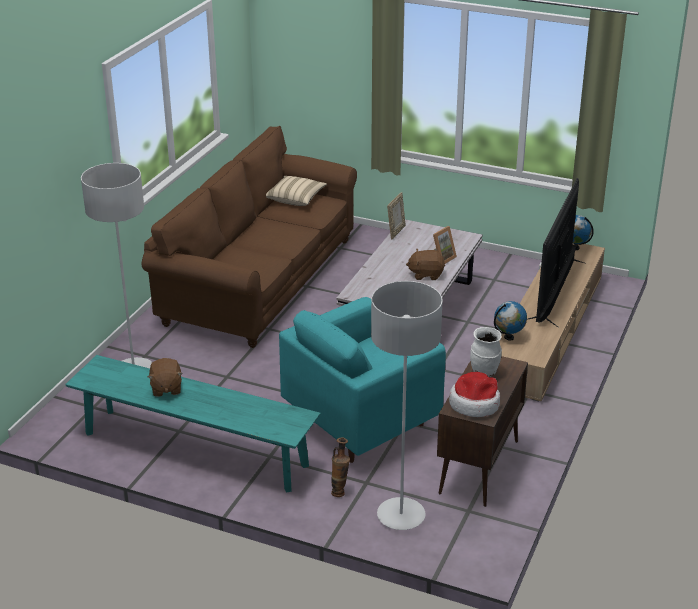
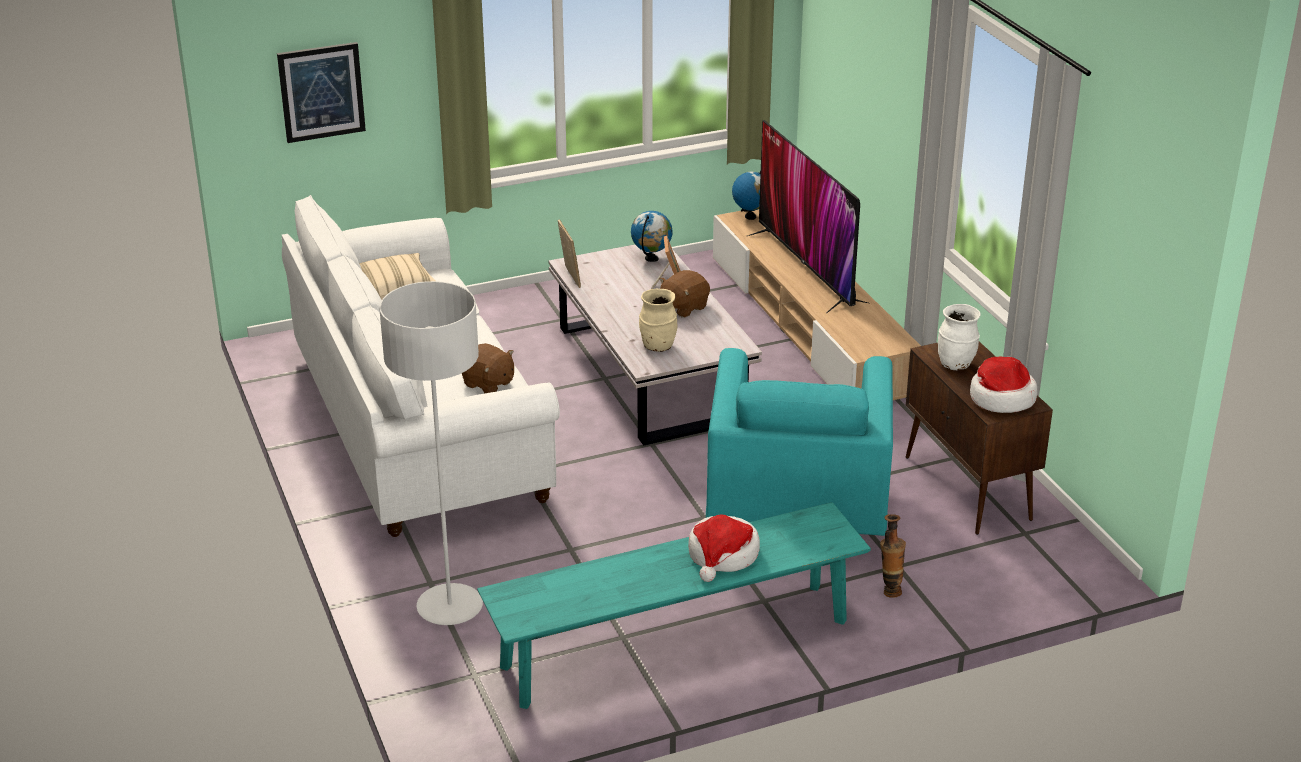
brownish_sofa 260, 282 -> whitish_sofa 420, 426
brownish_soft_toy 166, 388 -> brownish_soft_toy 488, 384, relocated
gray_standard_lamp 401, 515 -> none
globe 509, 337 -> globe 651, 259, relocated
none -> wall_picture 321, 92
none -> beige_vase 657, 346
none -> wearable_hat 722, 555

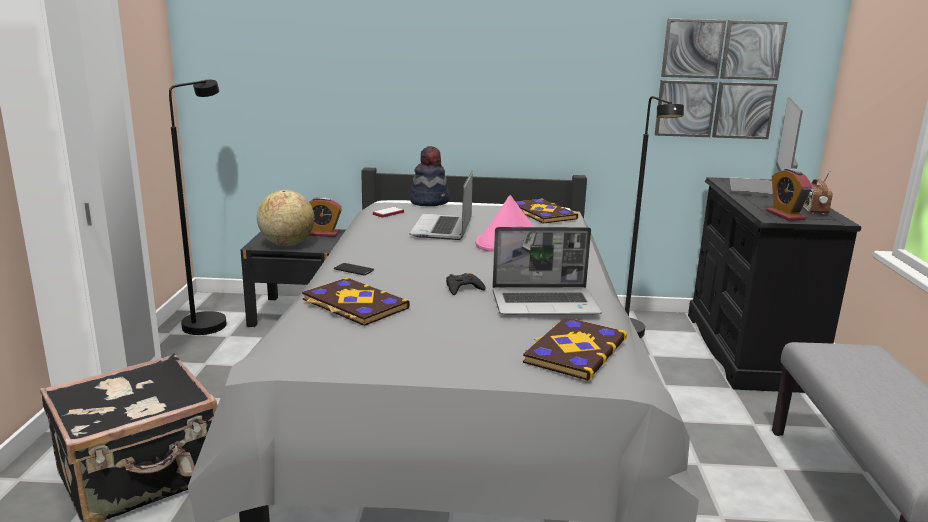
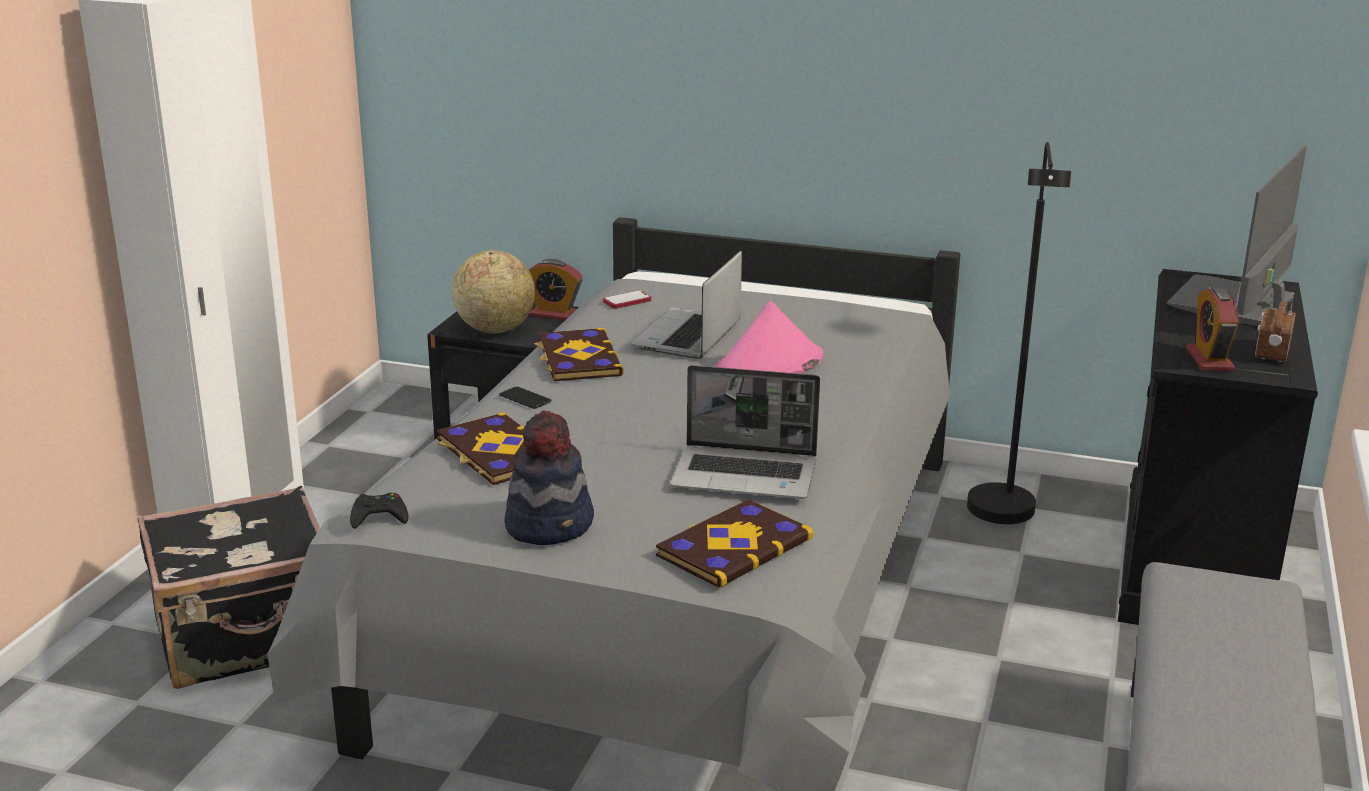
blackish_standard_lamp 209, 321 -> none
wearable_hat 430, 201 -> wearable_hat 550, 525, relocated
blackish_joypad 463, 288 -> blackish_joypad 379, 517, relocated
volume 541, 213 -> volume 578, 358, relocated
wall_picture 718, 79 -> none

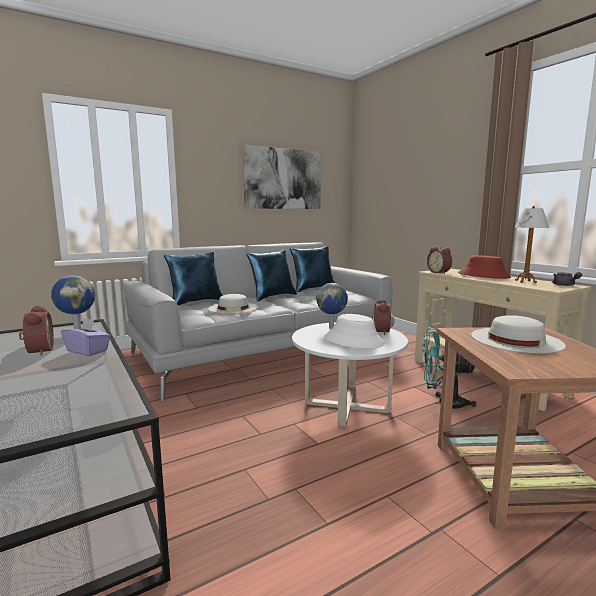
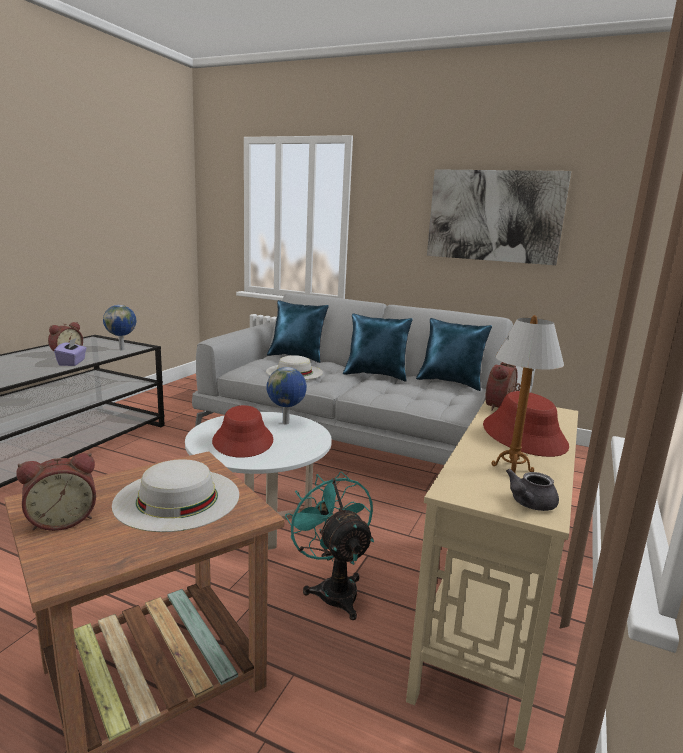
whitish_wearable_hat 354, 341 -> red_wearable_hat 243, 441
table_clock 379, 331 -> table_clock 62, 520, relocated

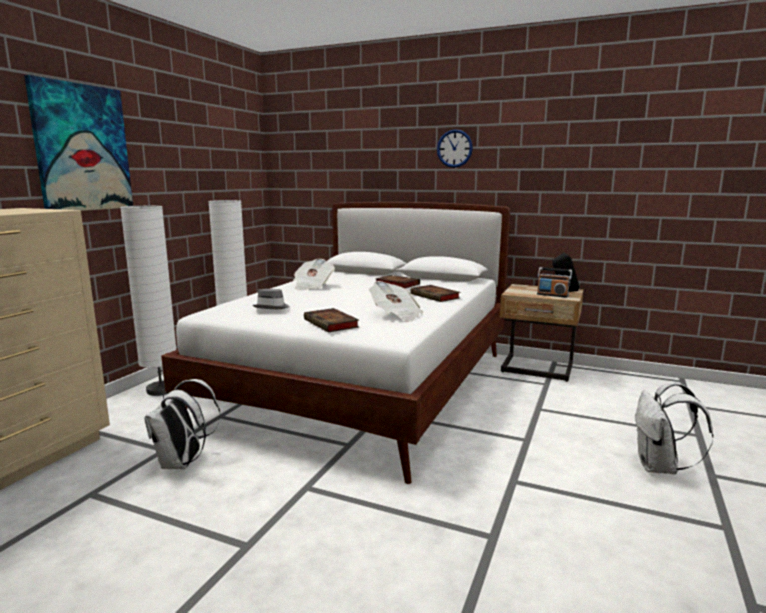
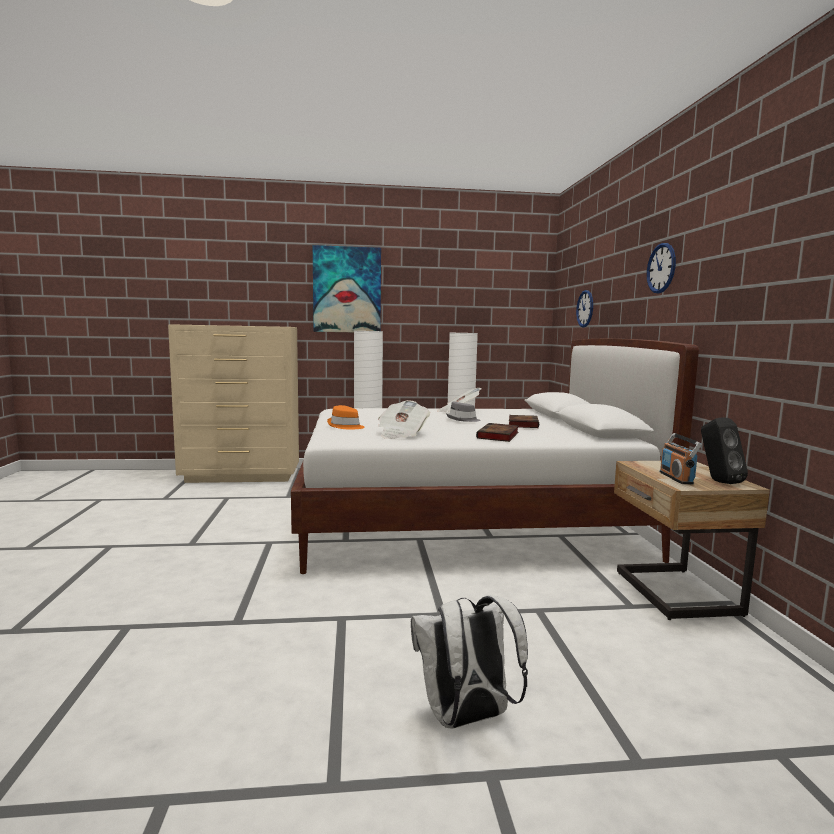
whitish_rucksack 183, 463 -> none
gray_wearable_hat 272, 307 -> gray_wearable_hat 463, 420, relocated
volume 332, 324 -> orange-coloured_wearable_hat 345, 426
none -> hanging_clock 585, 308

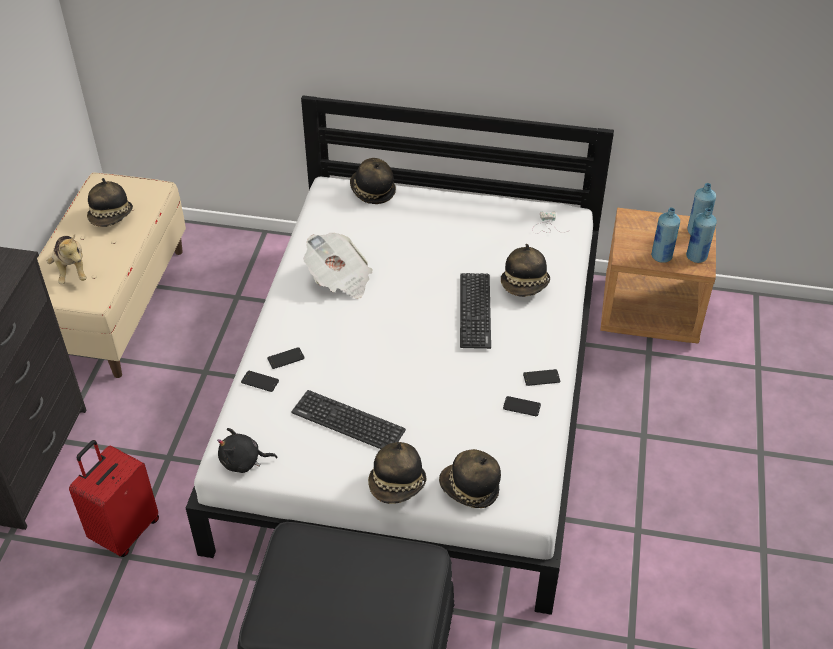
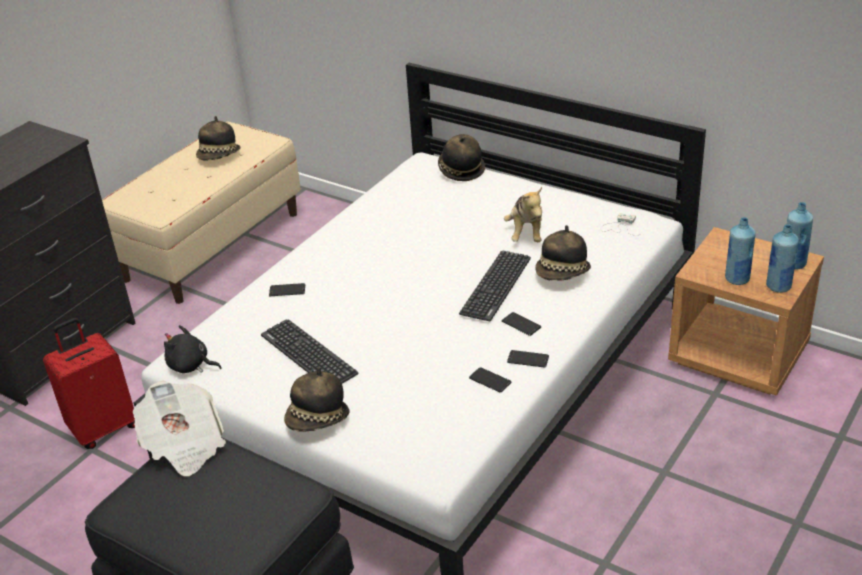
soft_toy 71, 270 -> soft_toy 526, 233, relocated
handset 260, 381 -> handset 521, 324, relocated
printed_paper 339, 279 -> printed_paper 184, 445, relocated
wearable_hat 469, 489 -> none

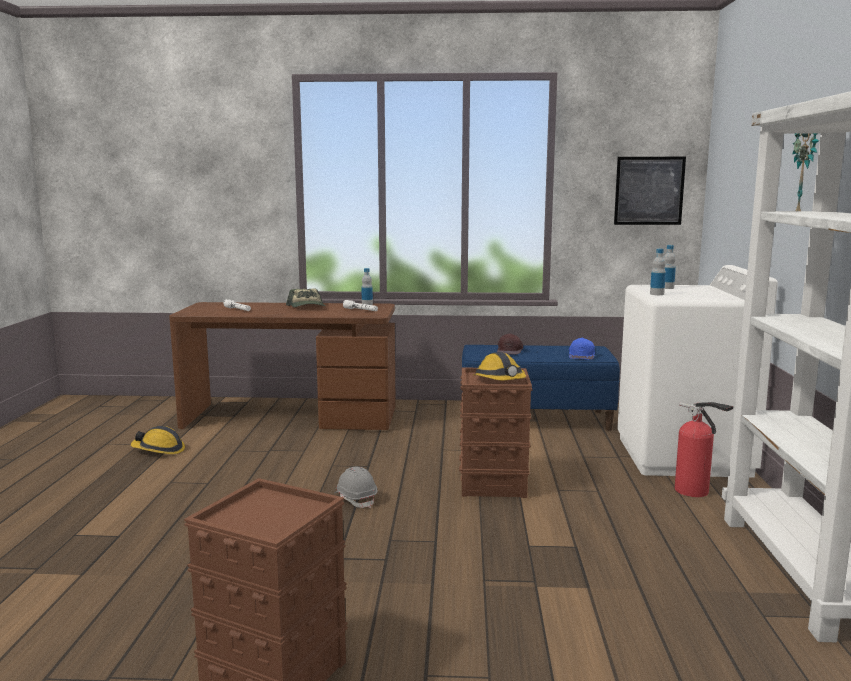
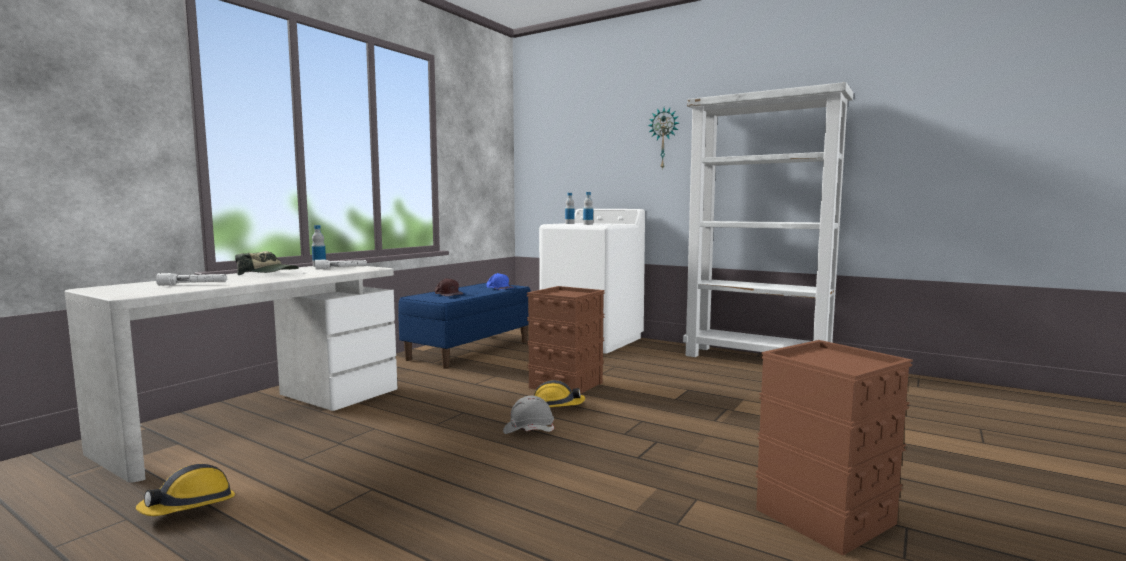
brownish_desk 291, 417 -> whitish_desk 262, 417
work_helmet 500, 381 -> work_helmet 556, 406, relocated
wall_picture 649, 191 -> none
fire-fighting_cylinder 694, 492 -> none

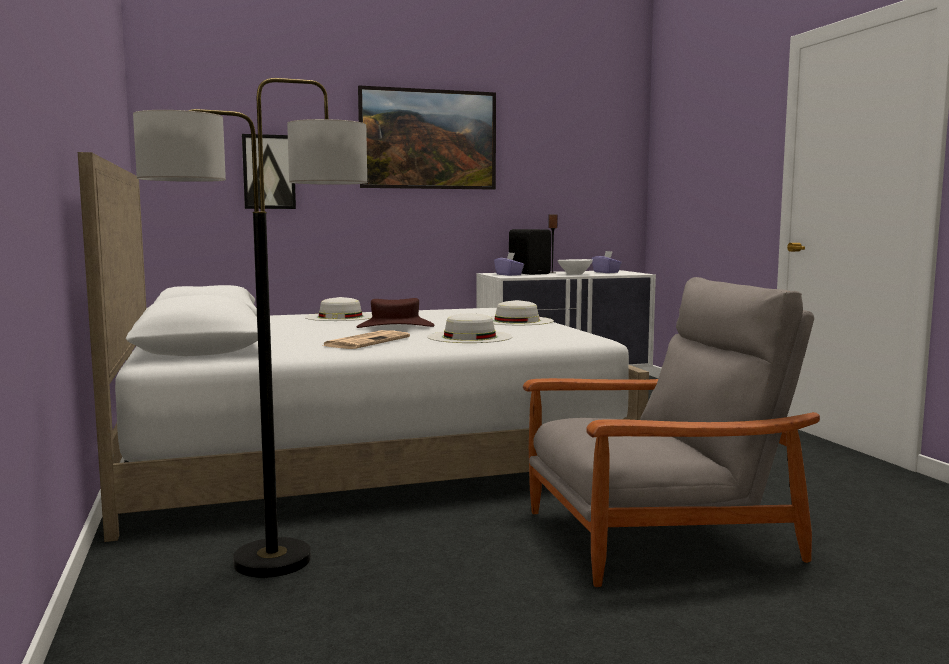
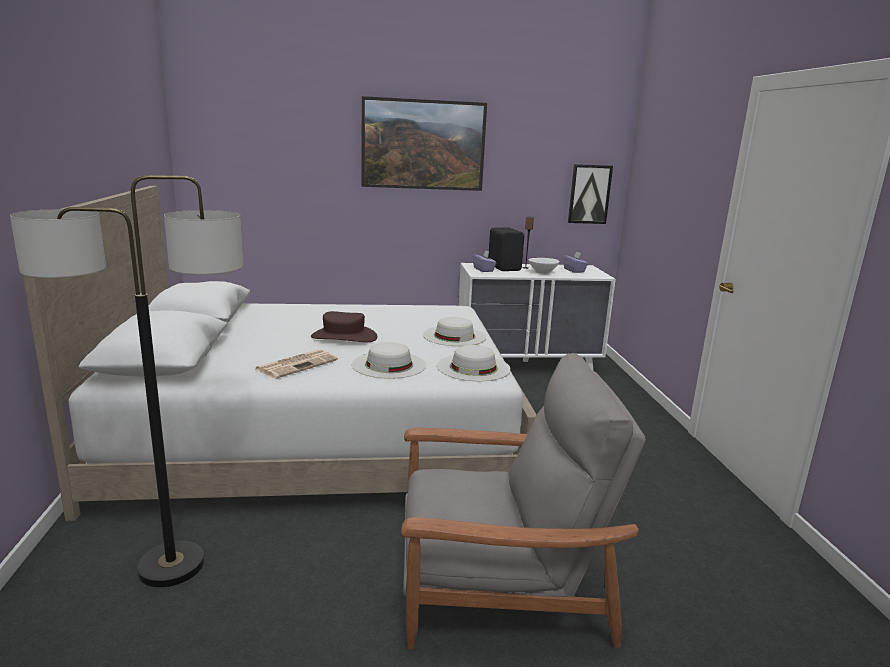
wall_picture 269, 172 -> wall_picture 589, 194, relocated
whitish_wearable_hat 340, 317 -> whitish_wearable_hat 473, 367, relocated

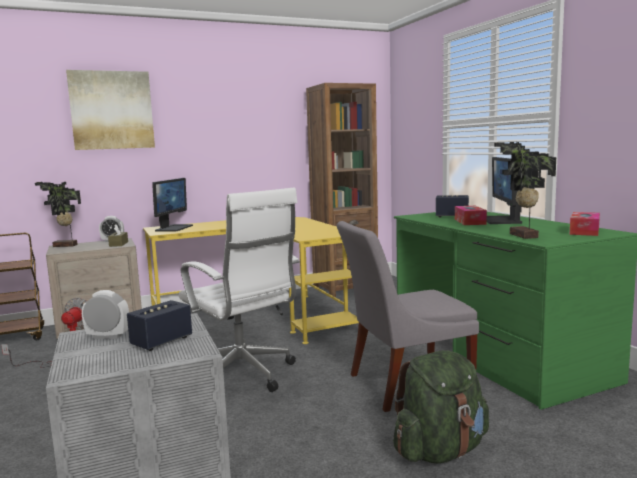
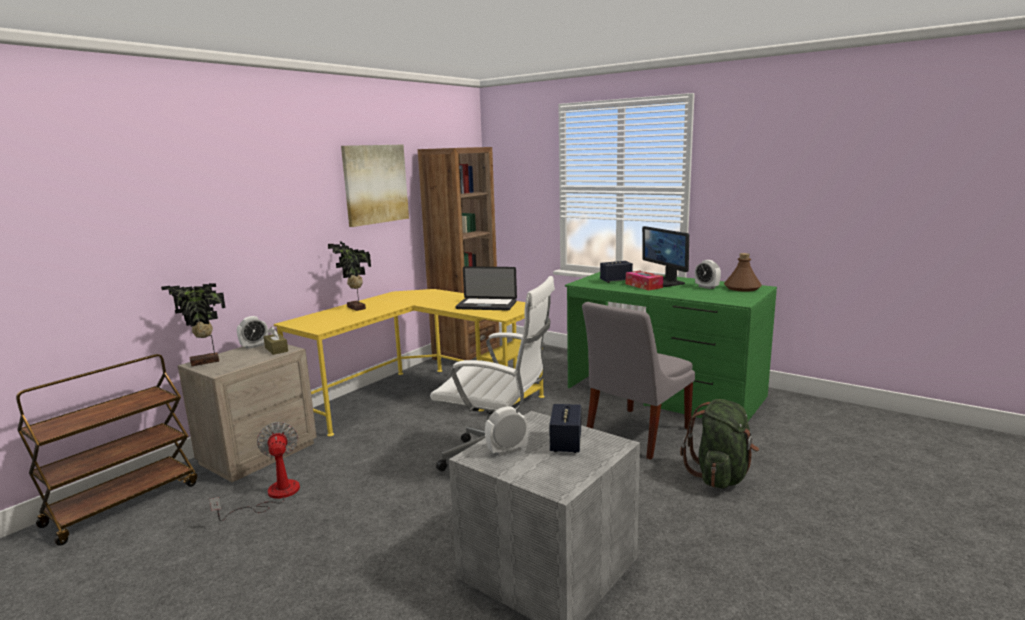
wall_picture 112, 110 -> wall_picture 375, 184, relocated
computer_screen 173, 228 -> none
houseplant 522, 236 -> houseplant 355, 308, relocated
tissue_box 584, 231 -> brownish_beverage_bottle 742, 288
none -> portable_computer 486, 305
none -> table_clock 706, 287

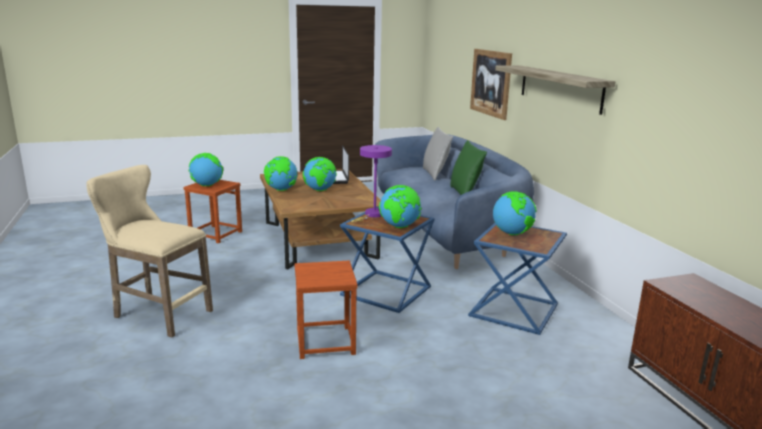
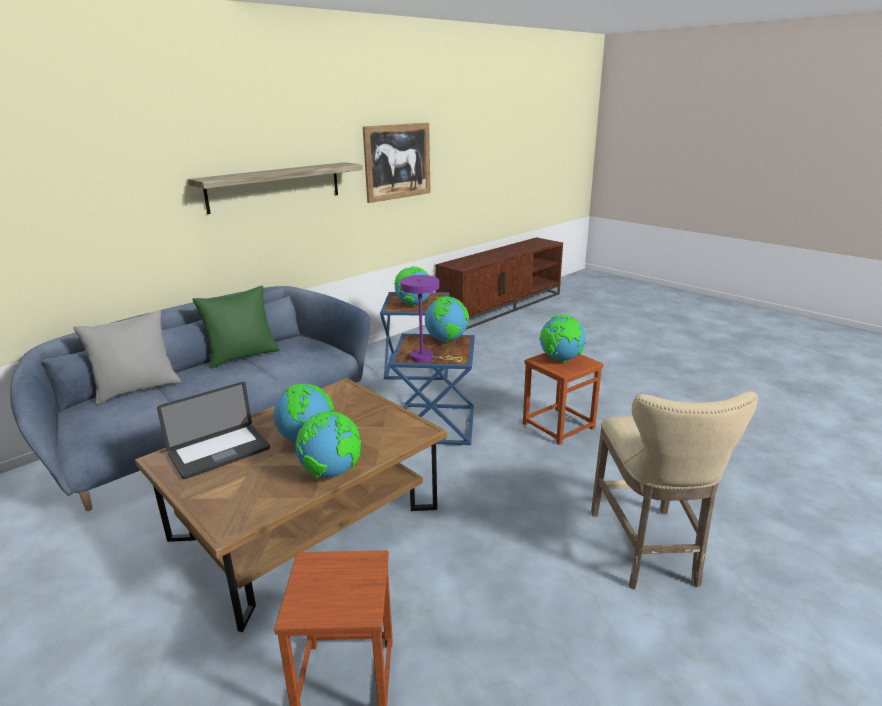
globe 206, 185 -> globe 560, 360, relocated
wall_picture 490, 83 -> wall_picture 397, 161, relocated

